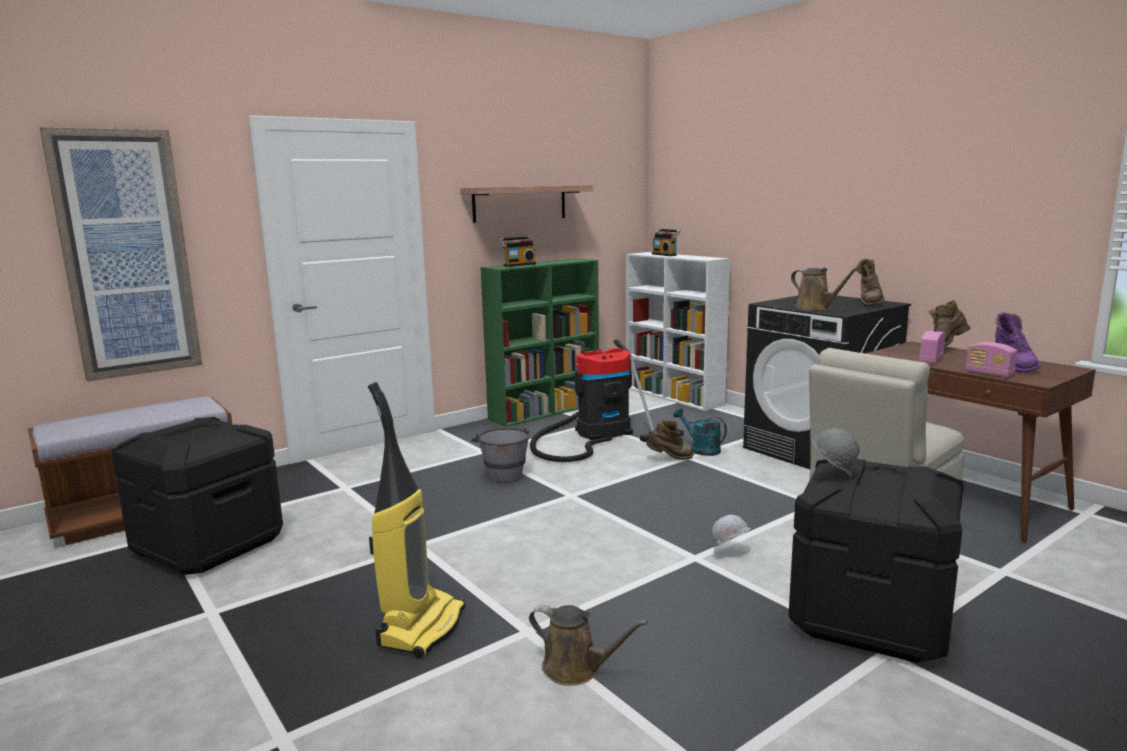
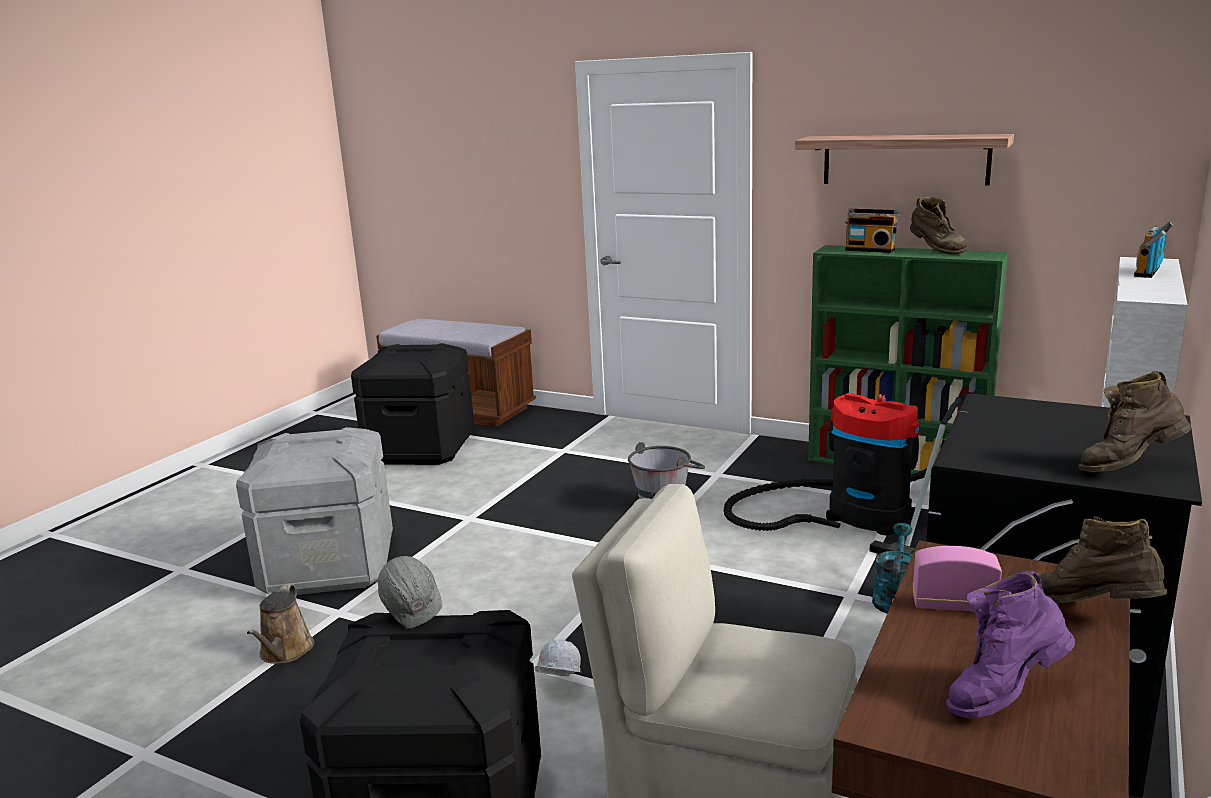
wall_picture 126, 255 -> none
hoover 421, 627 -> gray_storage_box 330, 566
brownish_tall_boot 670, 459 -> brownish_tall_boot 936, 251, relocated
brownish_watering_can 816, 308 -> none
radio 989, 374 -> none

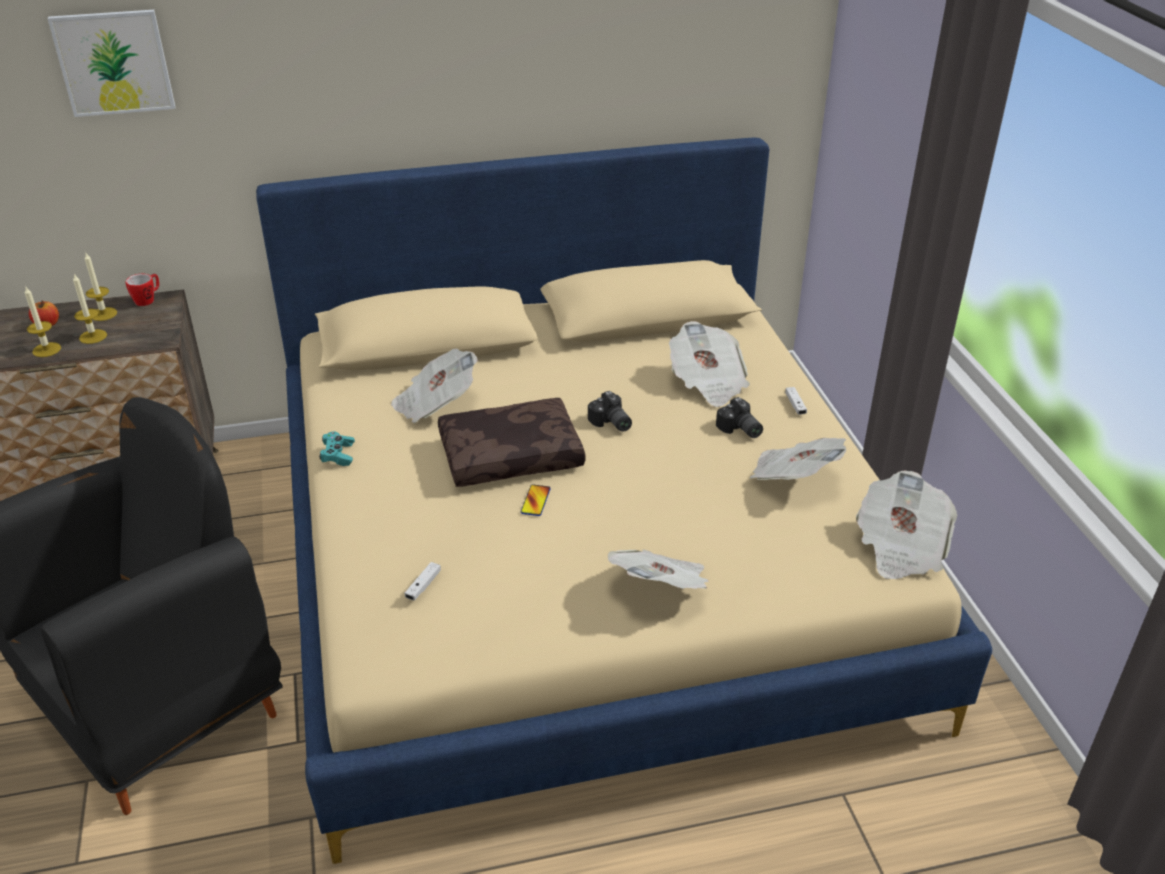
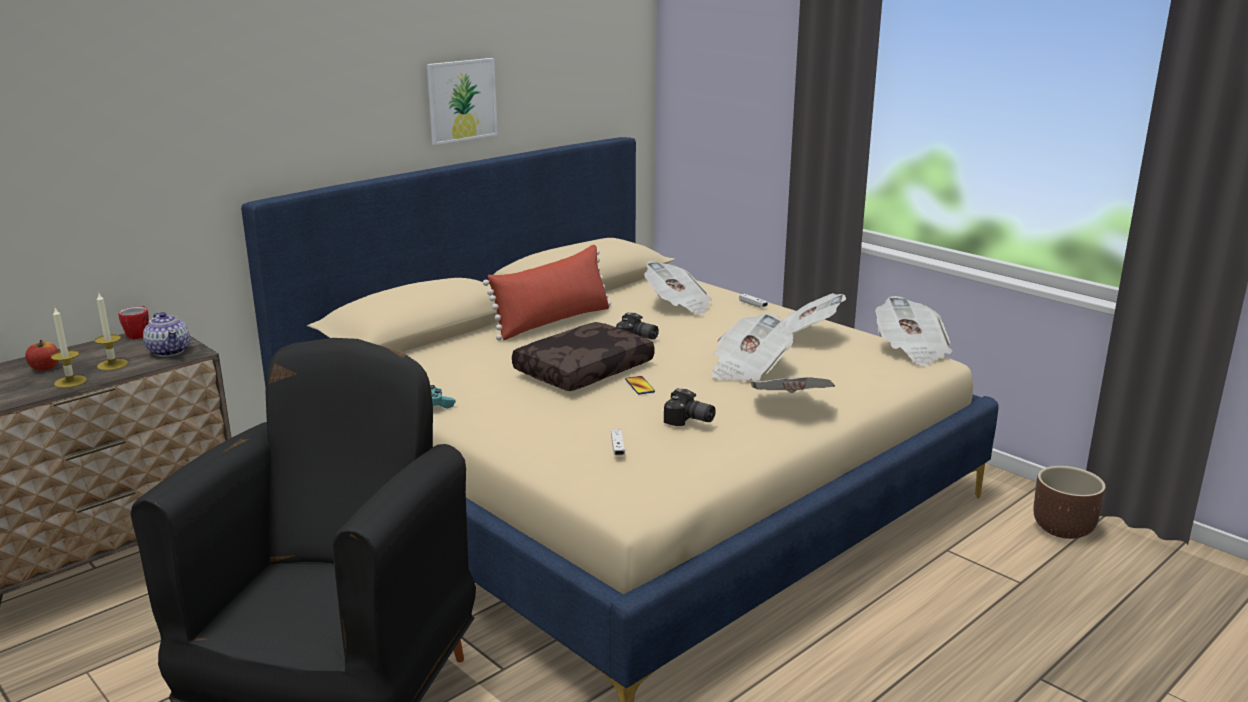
wall_picture 114, 63 -> wall_picture 461, 100, relocated
candle 103, 314 -> none
printed_paper 435, 404 -> printed_paper 747, 369, relocated
photo_camera 739, 430 -> photo_camera 689, 421, relocated
none -> teapot 169, 351
none -> red_cushion 553, 322
none -> brownish_planter 1063, 529

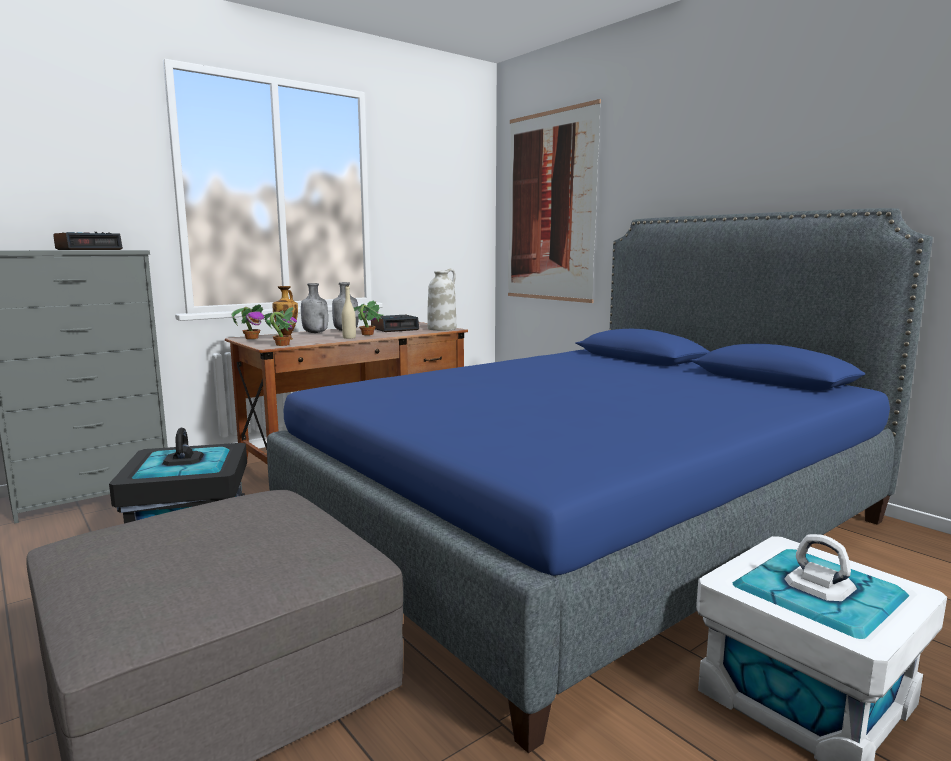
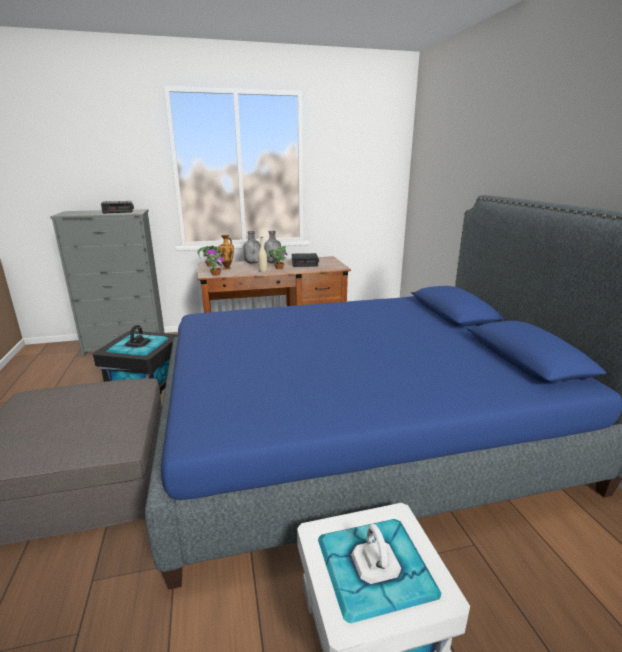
whitish_vase 442, 329 -> none
wall_picture 550, 207 -> none

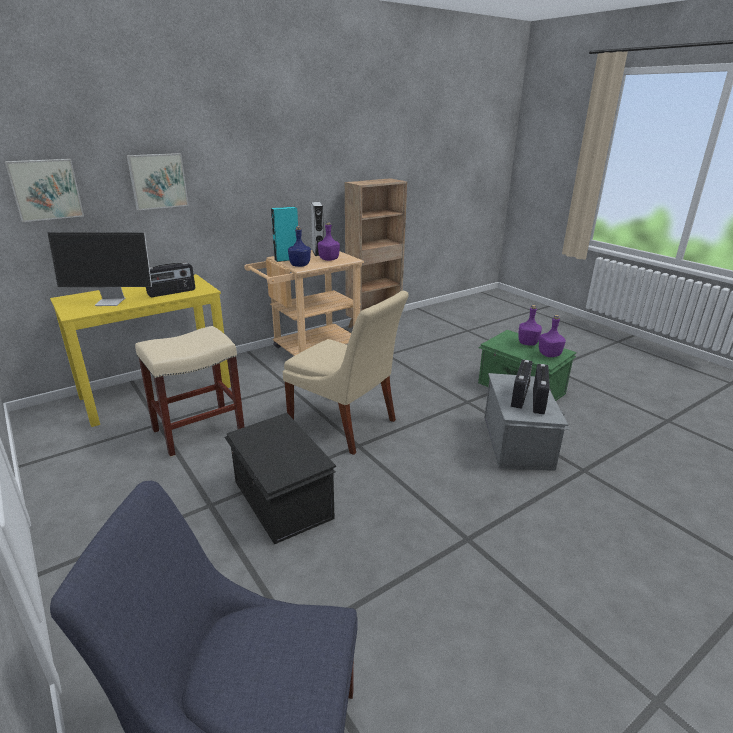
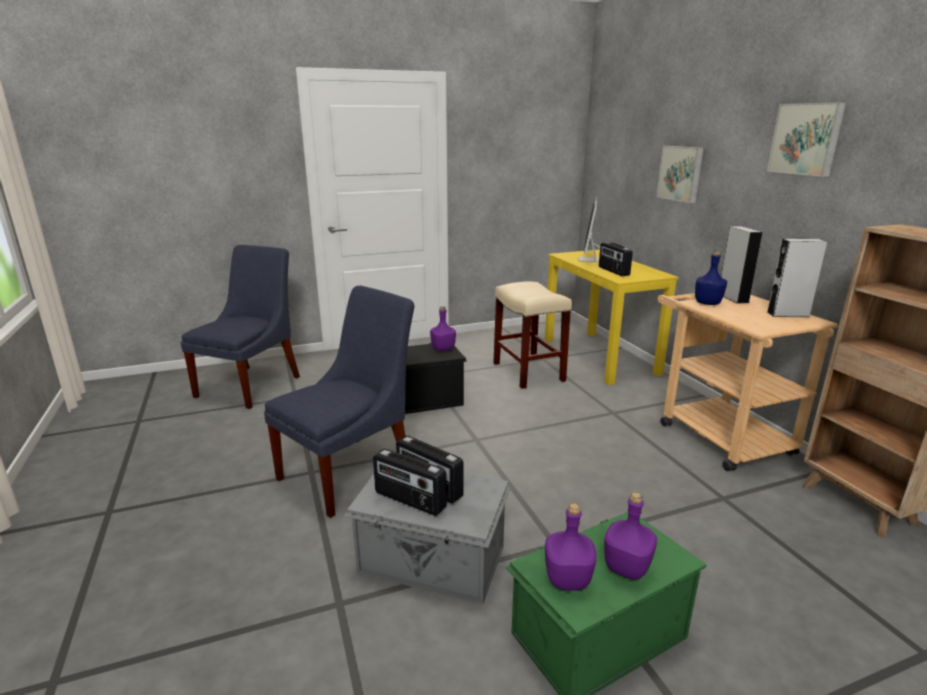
wall_picture 45, 189 -> wall_picture 806, 139, relocated
blue-green_speaker 287, 259 -> gray_speaker 733, 298
beige_chair 345, 425 -> none
purple-coloured_beverage_bottle 328, 259 -> purple-coloured_beverage_bottle 442, 348, relocated
none -> bluish_chair 351, 472

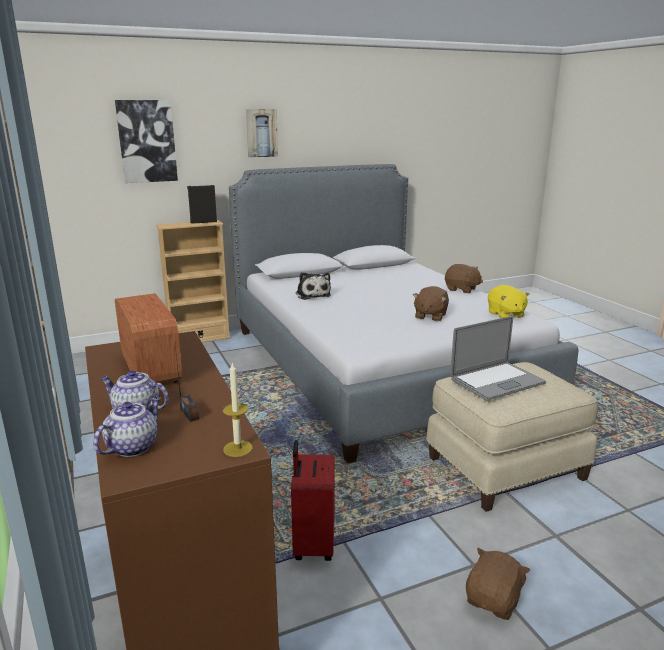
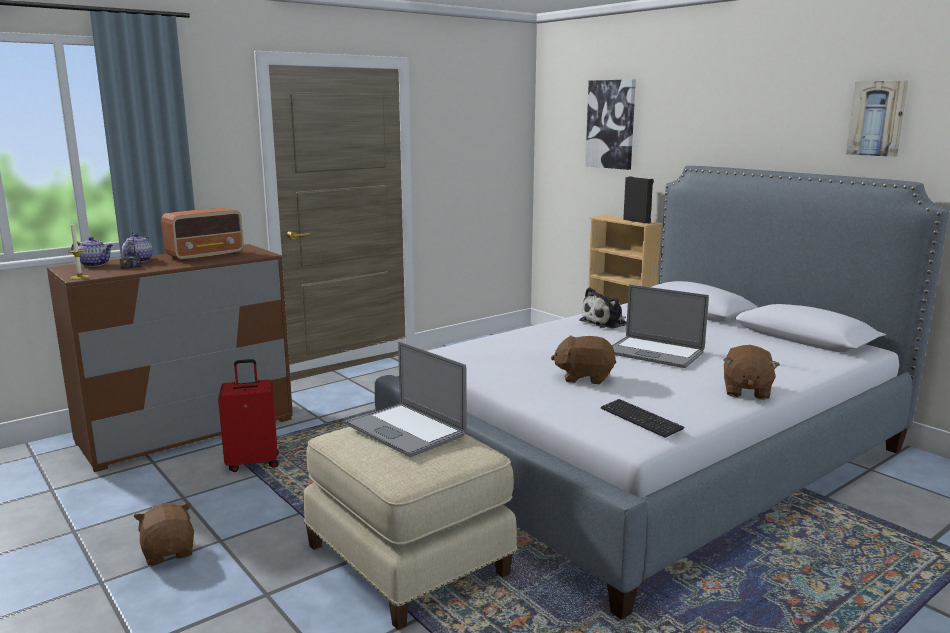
wall_picture 261, 133 -> wall_picture 877, 118, relocated
brownish_soft_toy 494, 600 -> brownish_soft_toy 169, 552, 135 degrees counterclockwise
yellow-coloured_soft_toy 505, 314 -> keyboard 640, 419
none -> portable_computer 654, 353

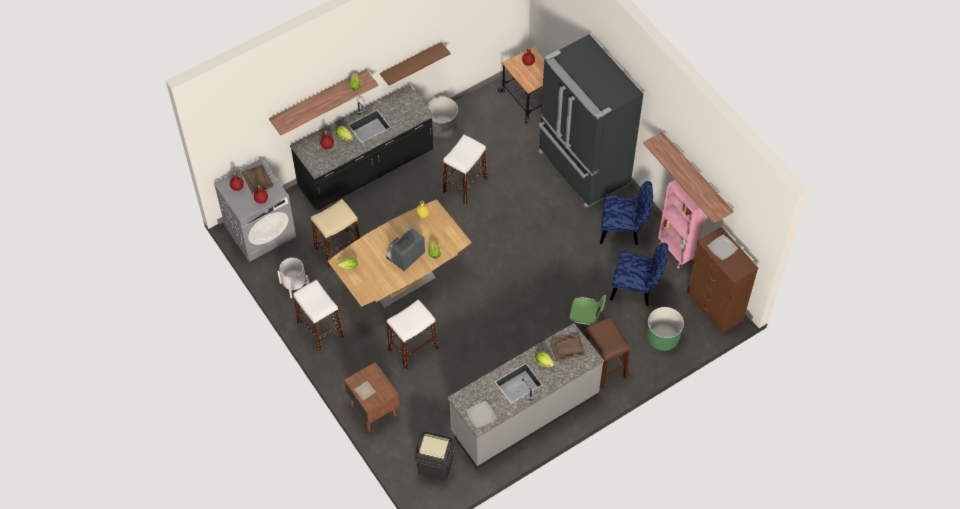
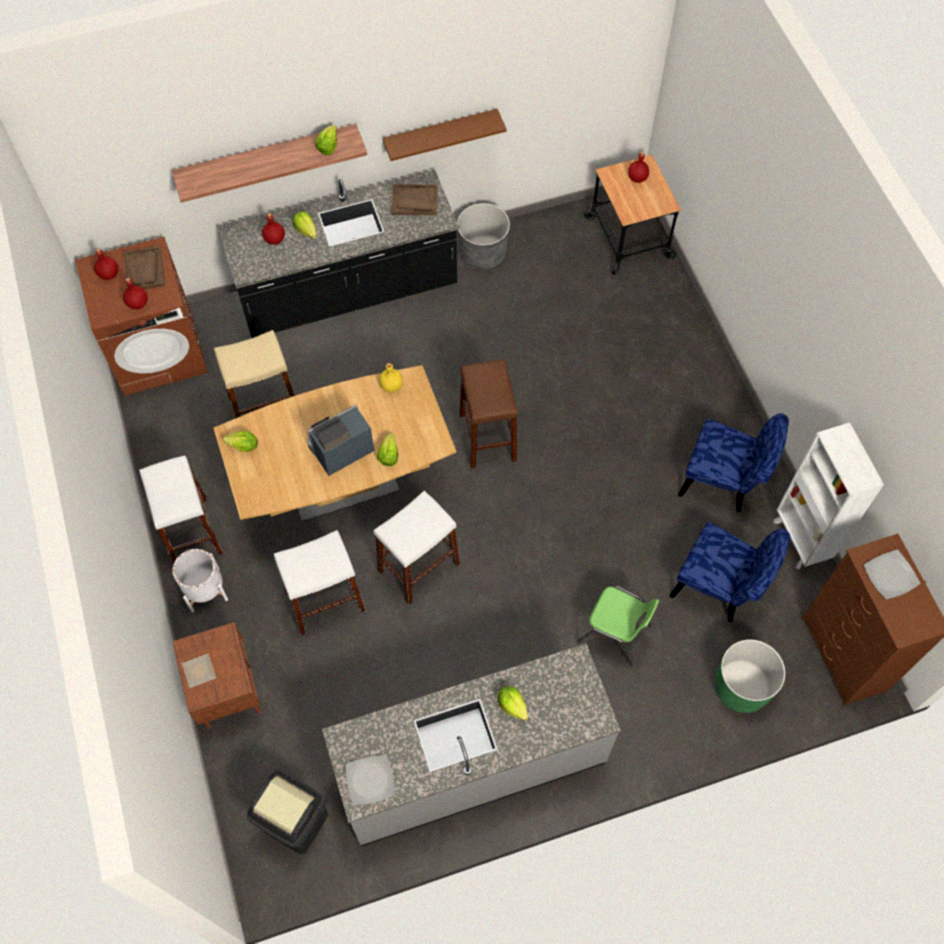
gray_washing_machine 260, 231 -> brownish_washing_machine 158, 352
whitish_planter 294, 285 -> whitish_planter 205, 589, relocated
whitish_sitting_stool 464, 185 -> whitish_sitting_stool 418, 567, relocated
blackish_kitchen_fridge 582, 168 -> none
brownish_serving_tray 567, 348 -> brownish_serving_tray 414, 201, relocated
brownish_sitting_stool 604, 366 -> brownish_sitting_stool 487, 437, relocated
shelf 696, 176 -> none
pinkish_bookcase 676, 253 -> whitish_bookcase 800, 541

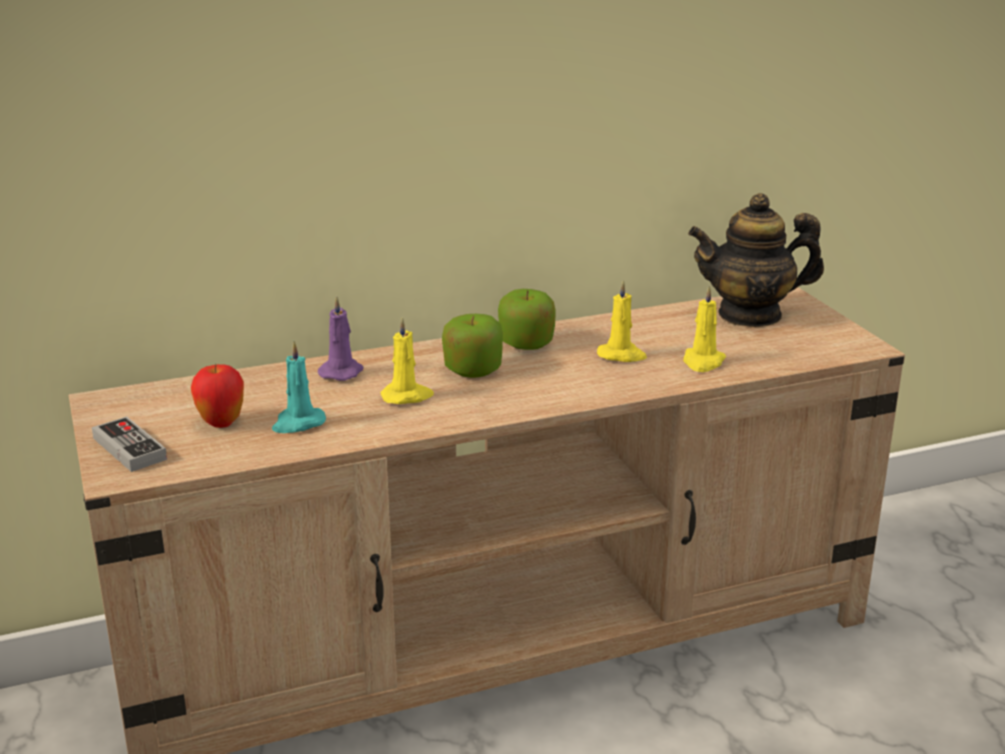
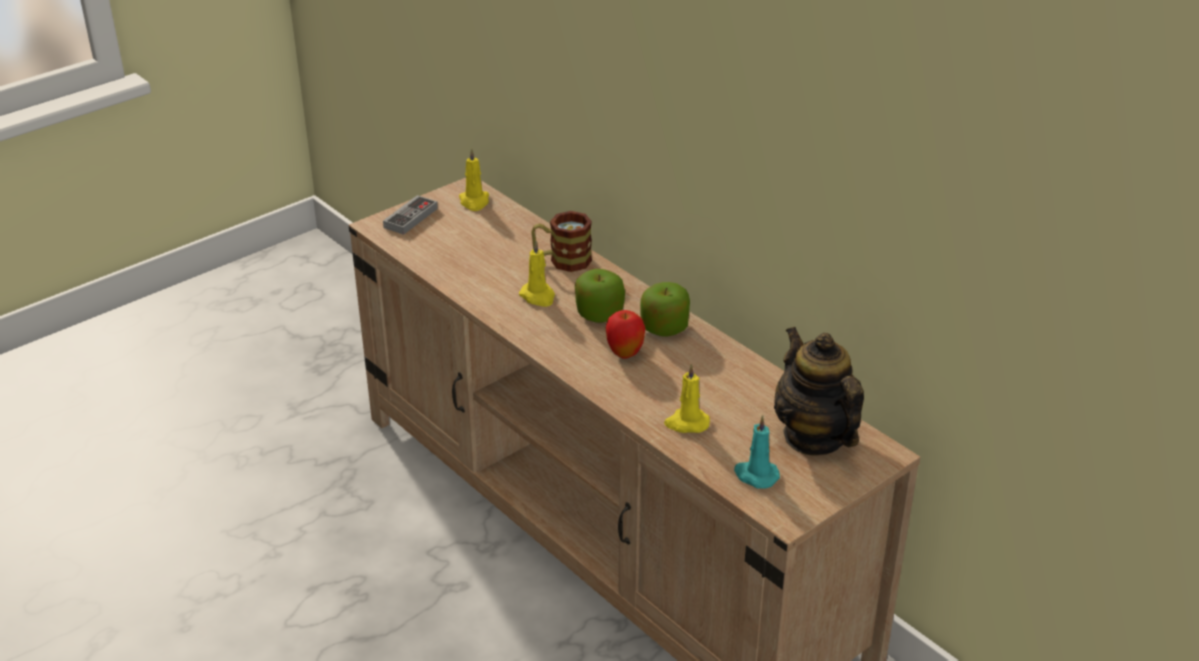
apple_fruit 221, 423 -> apple_fruit 625, 354, relocated
blue-green_candle 298, 423 -> blue-green_candle 755, 475, relocated
purple-coloured_candle 342, 372 -> tea_mug 562, 260
yellow-coloured_candle 622, 355 -> yellow-coloured_candle 474, 202, relocated

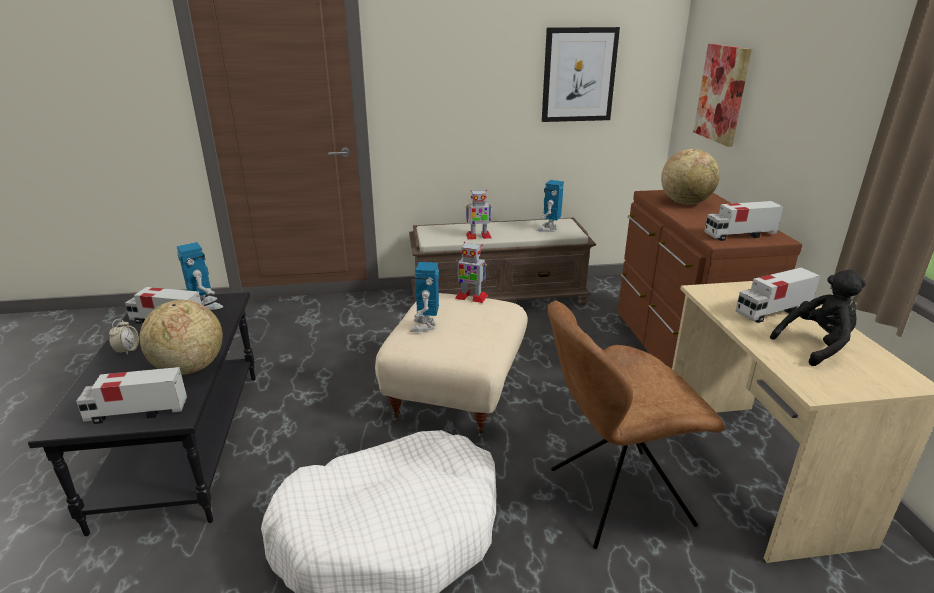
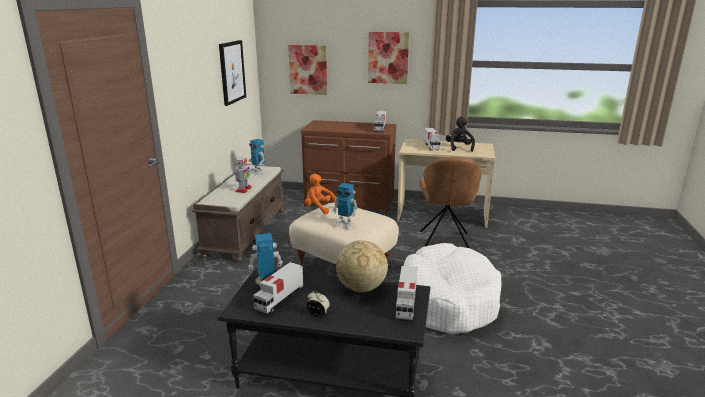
robot_figure 471, 297 -> orange-coloured_soft_toy 319, 208
globe 685, 203 -> none
none -> wall_picture 388, 58

